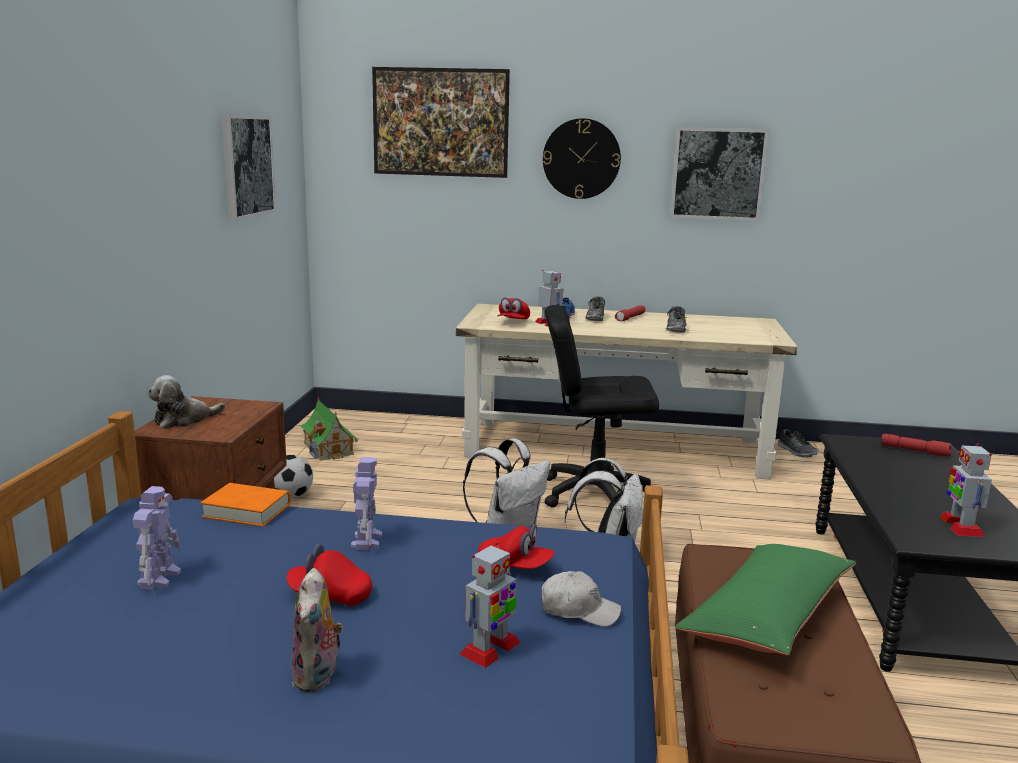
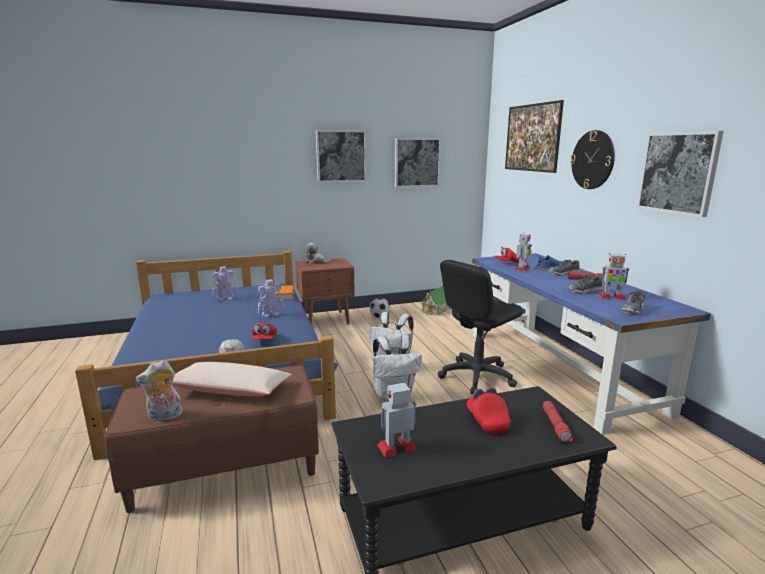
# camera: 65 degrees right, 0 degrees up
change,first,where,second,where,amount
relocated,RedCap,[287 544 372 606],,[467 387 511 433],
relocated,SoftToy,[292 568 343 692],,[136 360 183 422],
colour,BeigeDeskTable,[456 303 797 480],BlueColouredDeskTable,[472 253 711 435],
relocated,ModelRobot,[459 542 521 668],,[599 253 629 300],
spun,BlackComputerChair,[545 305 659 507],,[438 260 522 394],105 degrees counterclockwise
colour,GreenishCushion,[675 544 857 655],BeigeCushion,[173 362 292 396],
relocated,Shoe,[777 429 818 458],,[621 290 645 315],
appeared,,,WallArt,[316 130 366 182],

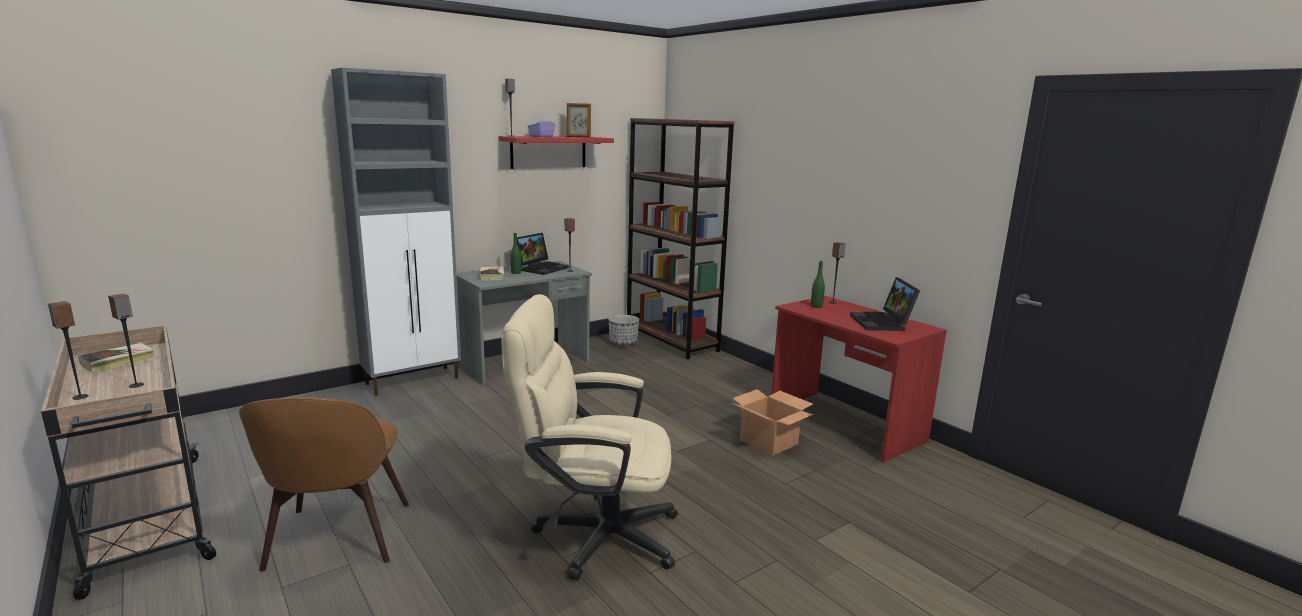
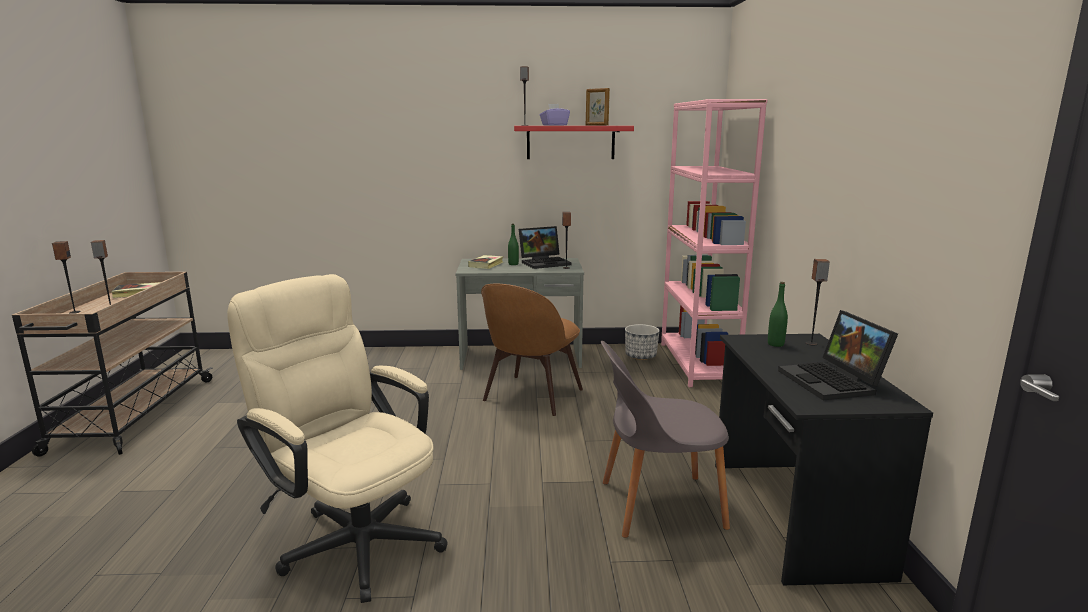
# camera: 35 degrees right, 0 degrees up
change,first,where,second,where,amount
relocated,BrownColouredUprightChair,[239 397 409 572],,[481 284 583 416],
missing,GreyishCupboard,[331 68 461 396],,,
colour,BrownColouredShelvingUnit,[627 118 735 360],PinkColouredShelvingUnit,[661 99 767 387],
exchanged,Carton,[732 389 813 456],GreyishUprightChair,[601 341 730 538],
colour,RedDeskTable,[771 296 947 463],BlackDeskTable,[715 334 933 585],
spun,NotebookComputer,[850 277 920 331],,[778 310 898 400],45 degrees counterclockwise

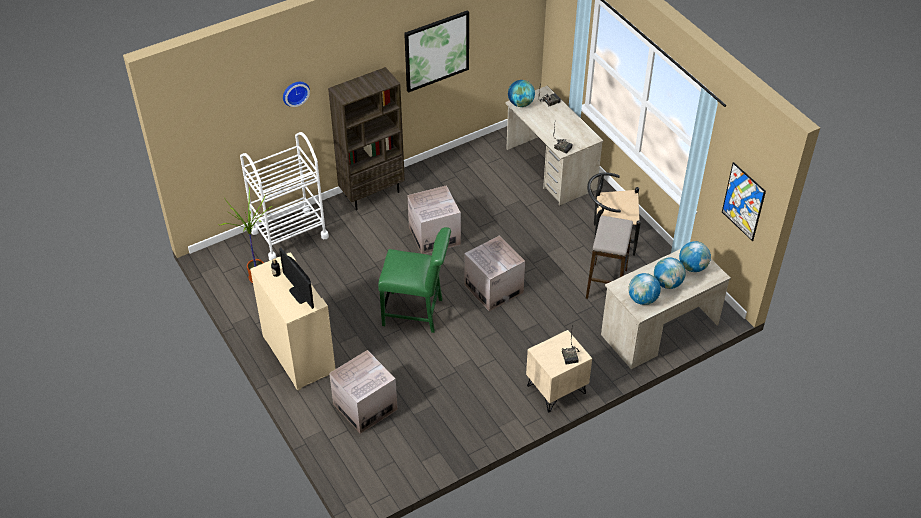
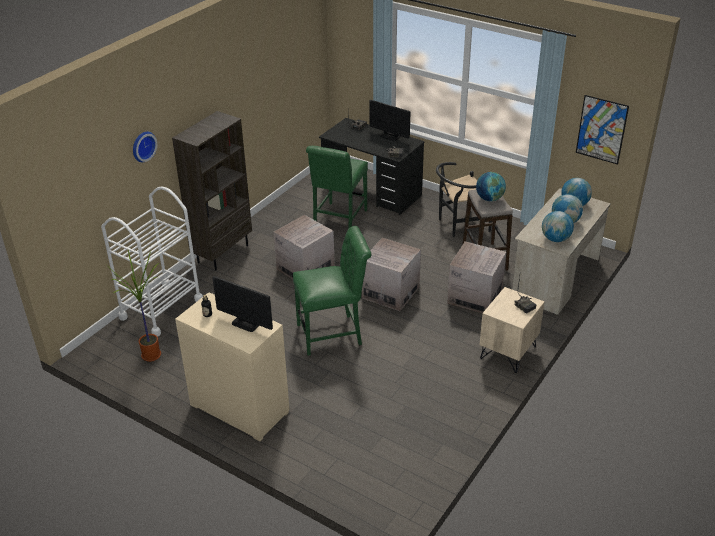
# camera: 25 degrees left, 10 degrees down
change,first,where,second,where,amount
relocated,Carton,[329 350 398 434],,[447 242 506 313],
missing,WallArt,[404 10 469 93],,,
colour,BeigeDeskTable,[505 86 604 206],BlackDeskTable,[319 118 425 215],
relocated,WorldGlobe,[508 80 535 107],,[476 172 506 201],
appeared,,,GreenishUprightChair,[306 146 368 229],
appeared,,,Monitor,[369 100 410 141],

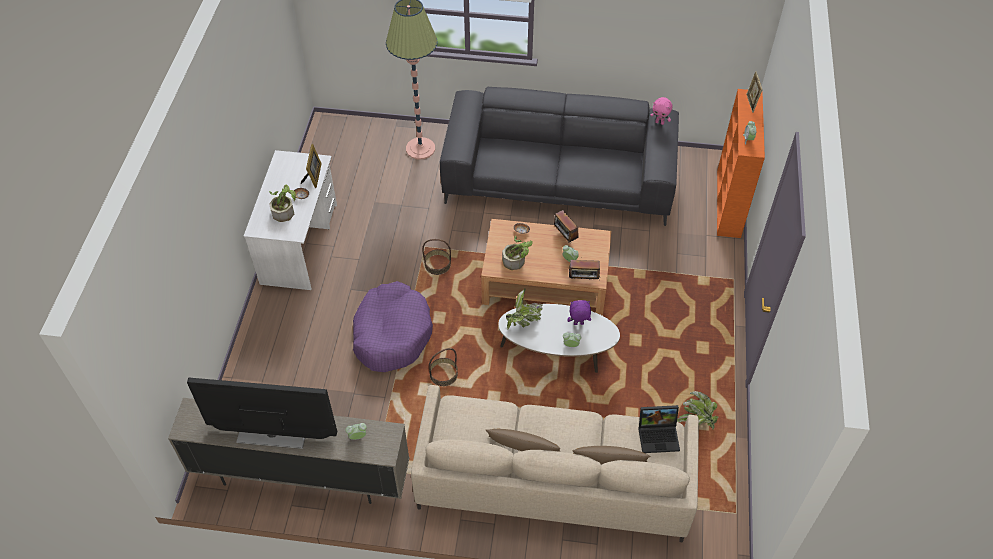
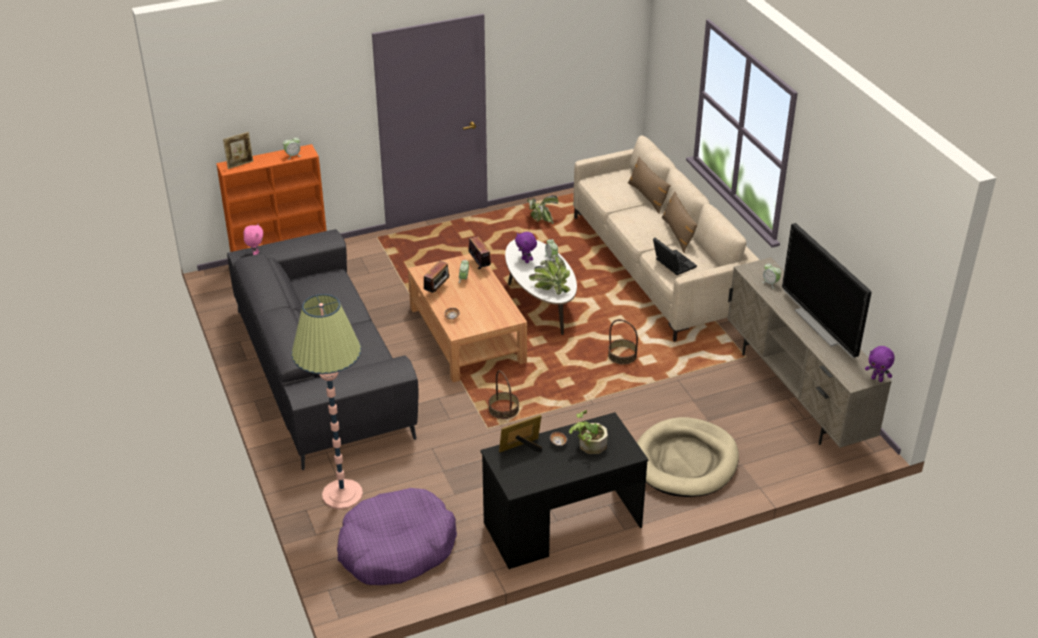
# camera: 120 degrees left, 15 degrees down
change,first,where,second,where,amount
colour,WhiteColouredDeskTable,[243 150 337 290],BlackDeskTable,[480 412 648 569],
relocated,PurplishDogBed,[353 281 433 372],,[337 488 457 585],
missing,PottedPlant,[502 236 533 270],,,
relocated,NotebookComputer,[638 405 680 453],,[653 238 697 275],
appeared,,,BeigeDogBed,[637 417 739 497],
appeared,,,PurplishSoftToy,[865 346 895 382],

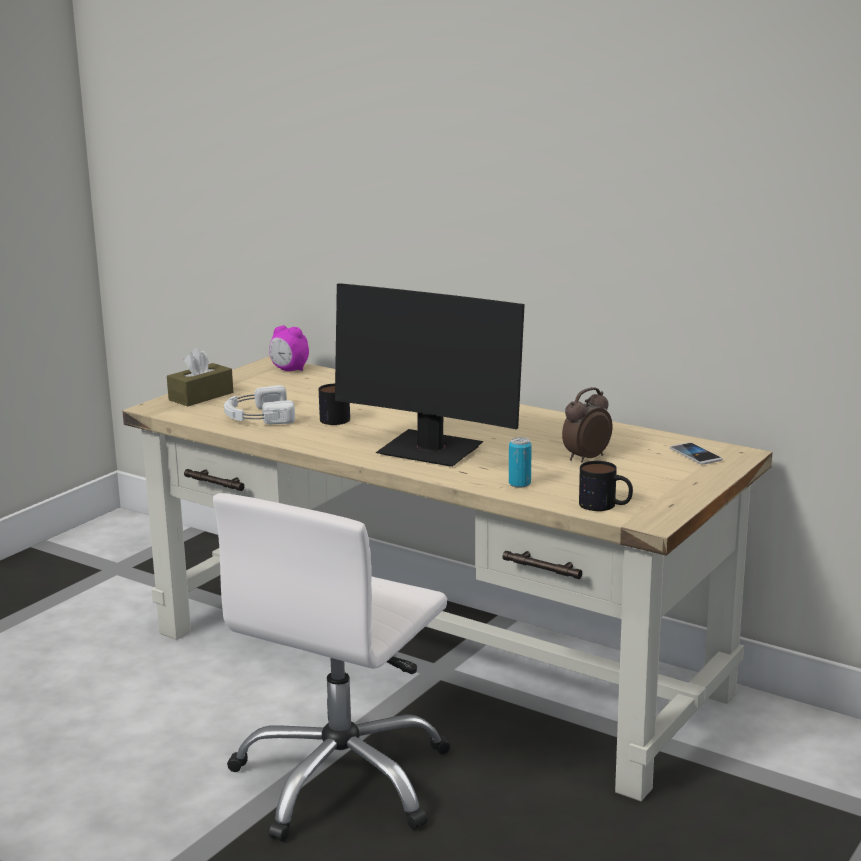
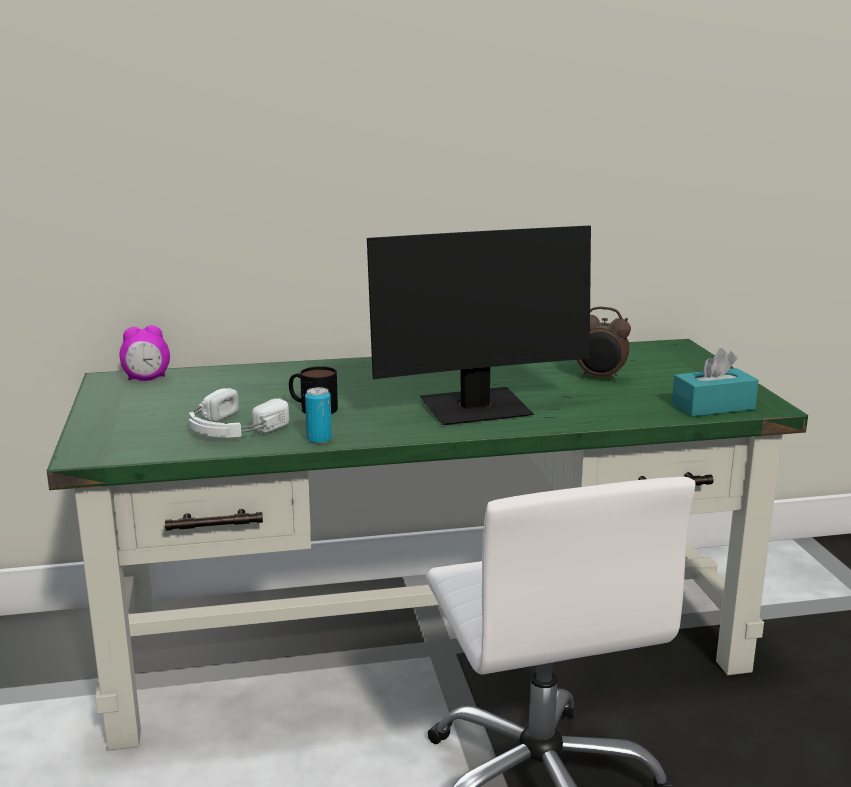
# camera: 45 degrees left, 0 degrees up
change,first,where,second,where,amount
colour,BeigeDeskTable,[122 356 773 801],GreenishDeskTable,[47 339 808 751],
missing,BrownColouredTissueBox,[167 347 233 406],,,
relocated,Can,[509 437 532 488],,[305 387 332 444],
spun,AlarmClock,[562 387 612 462],,[577 307 631 382],75 degrees counterclockwise
exchanged,Mug,[579 461 633 511],TurquoiseTissueBox,[672 348 759 417],
missing,Telephone,[670 442 723 464],,,

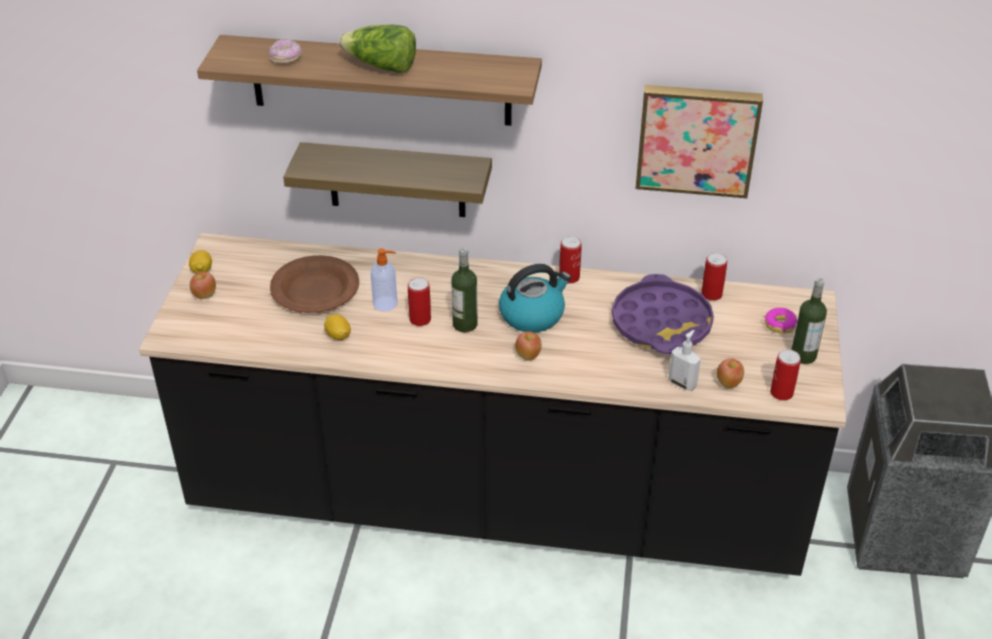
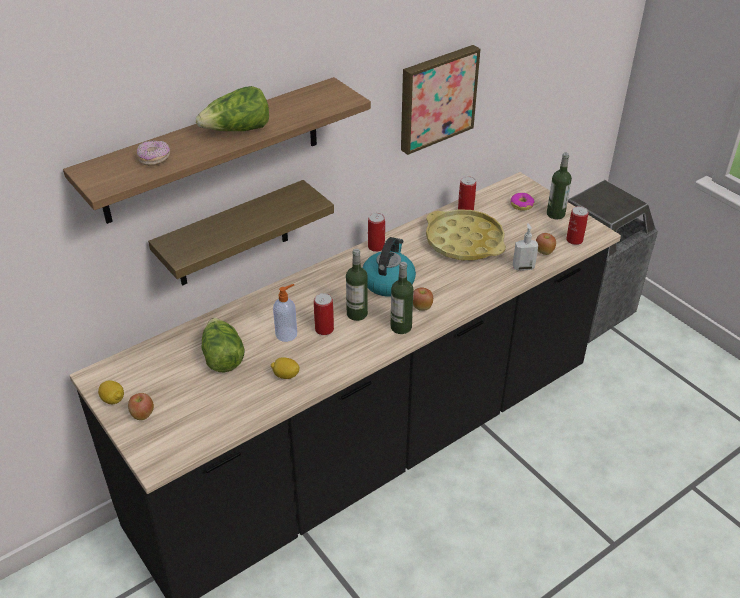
# camera: 45 degrees left, 0 degrees up
change,first,where,second,where,amount
exchanged,BrownColouredPlate,[270 255 359 313],HeadOfLettuce,[201 318 245 372],
colour,PurplishTray,[612 274 714 354],YellowTray,[426 209 506 261],
appeared,,,Bottle,[391 262 414 334],

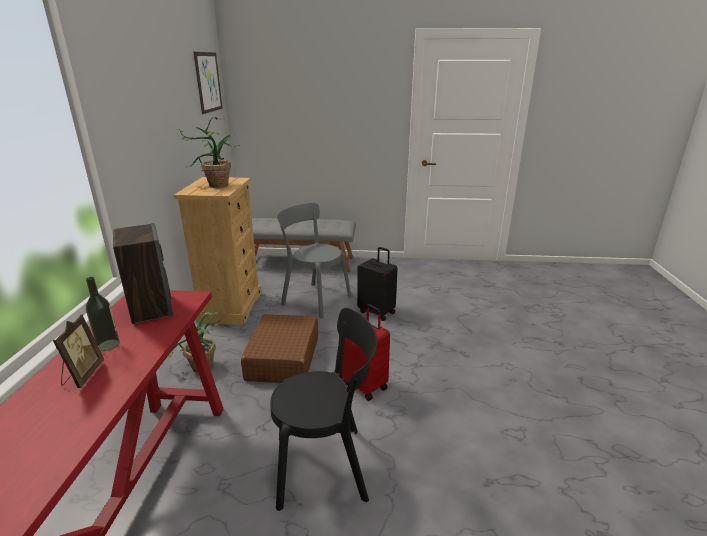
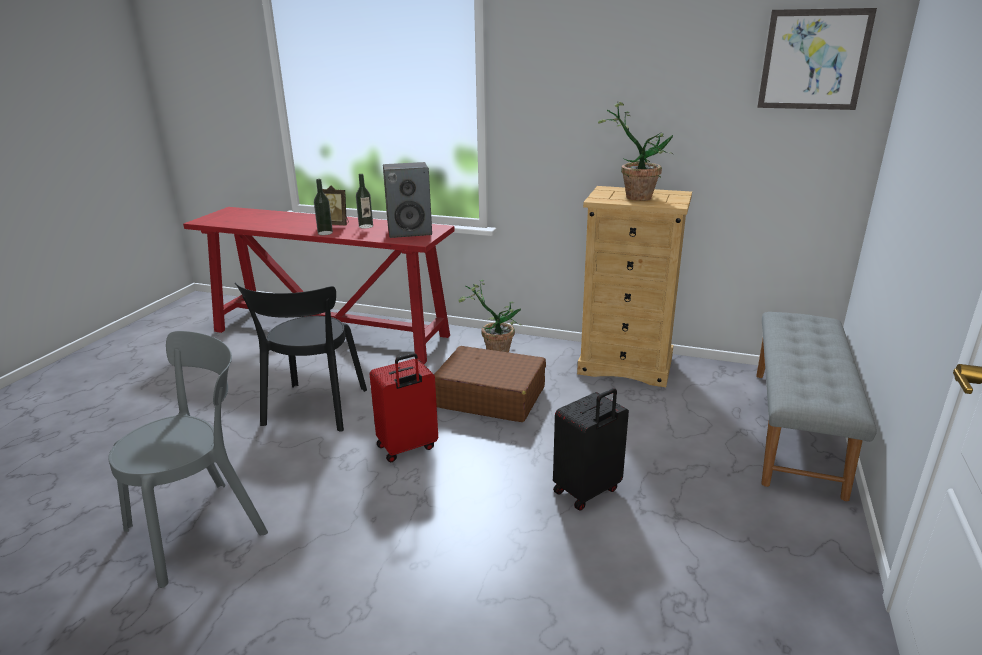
# camera: 105 degrees right, 0 degrees up
change,first,where,second,where,amount
relocated,GreyishUprightChair,[276 202 351 319],,[108 331 268 588],
appeared,,,Bottle,[314 179 333 235],

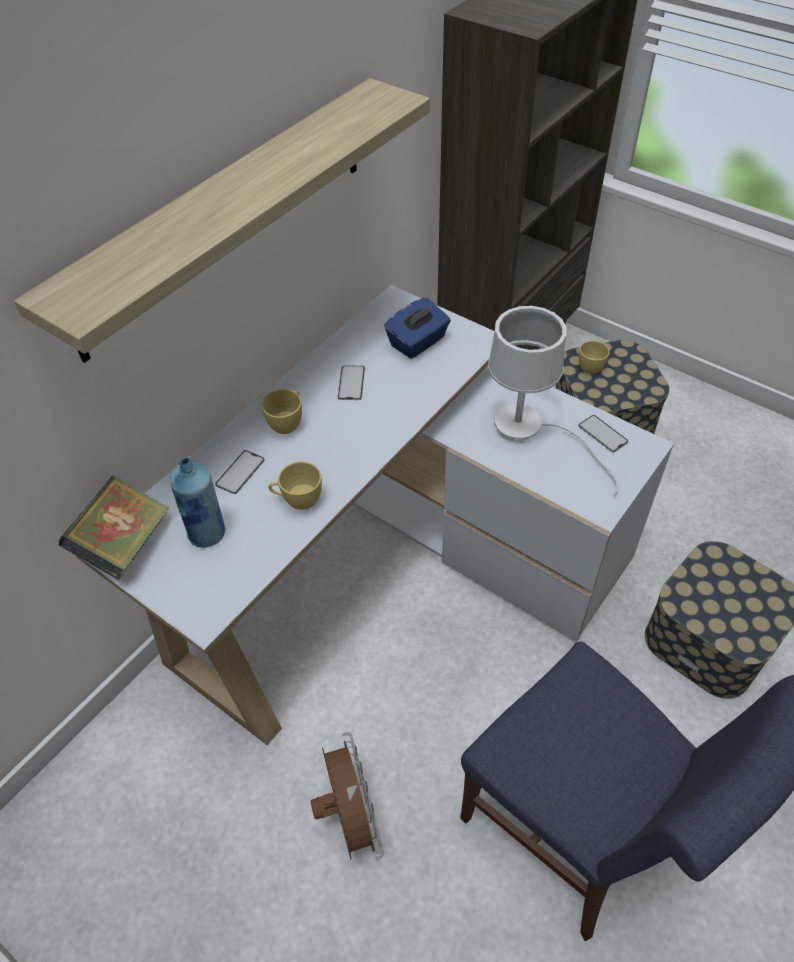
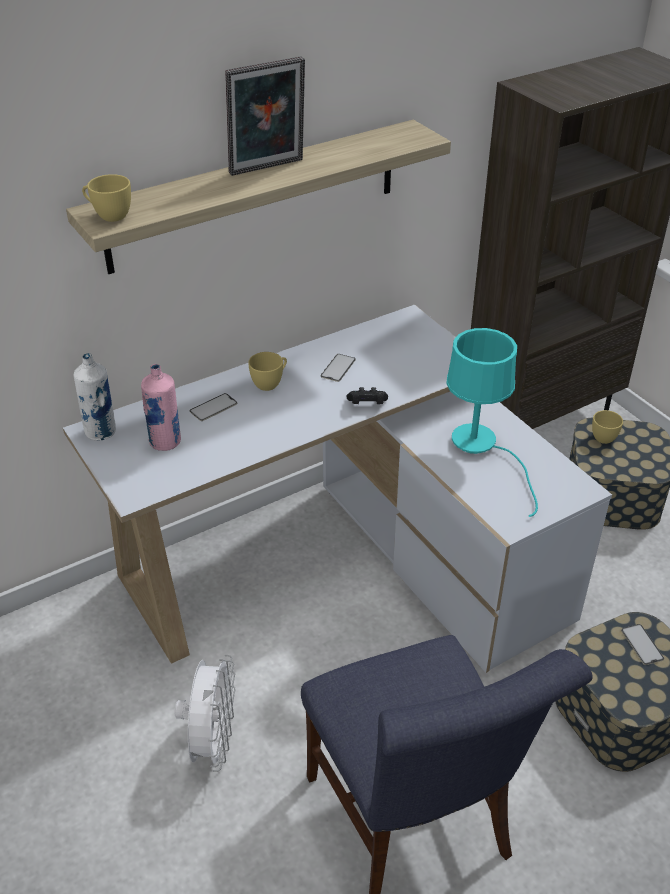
# camera: 20 degrees right, 10 degrees down
change,first,where,second,where,amount
exchanged,Volume,[58 476 169 580],WhiteColouredBottle,[74 353 116 440],
colour,BlueColouredBottle,[170 457 225 548],PinkColouredBottle,[141 364 181 451],
relocated,YellowCup,[268 462 322 510],,[82 174 131 222],
colour,BrownColouredCoolingFan,[311 732 384 860],WhiteColouredCoolingFan,[175 655 236 772],
missing,BlueColouredTissueBox,[384 297 451 359],,,
colour,WhiteColouredTabletopLamp,[488 306 619 495],TurquoiseTabletopLamp,[446 328 538 517],
relocated,Telephone,[579 415 628 452],,[621 624 664 665],
appeared,,,StandingFrame,[225 56 305 176],
appeared,,,BlackJoypad,[347 387 388 404],

